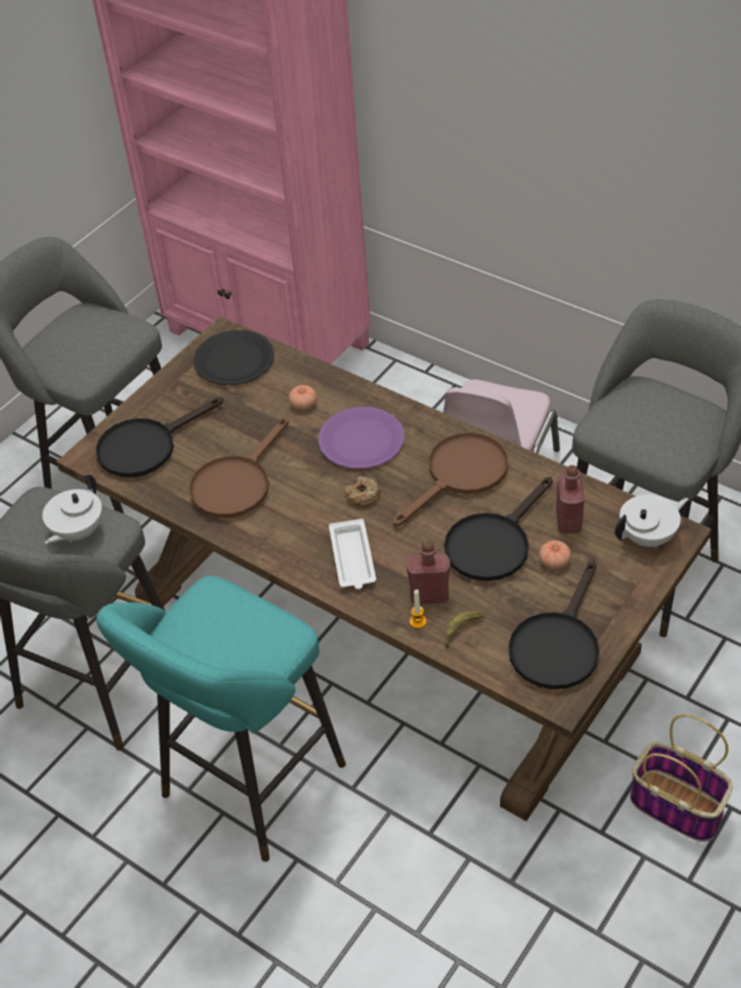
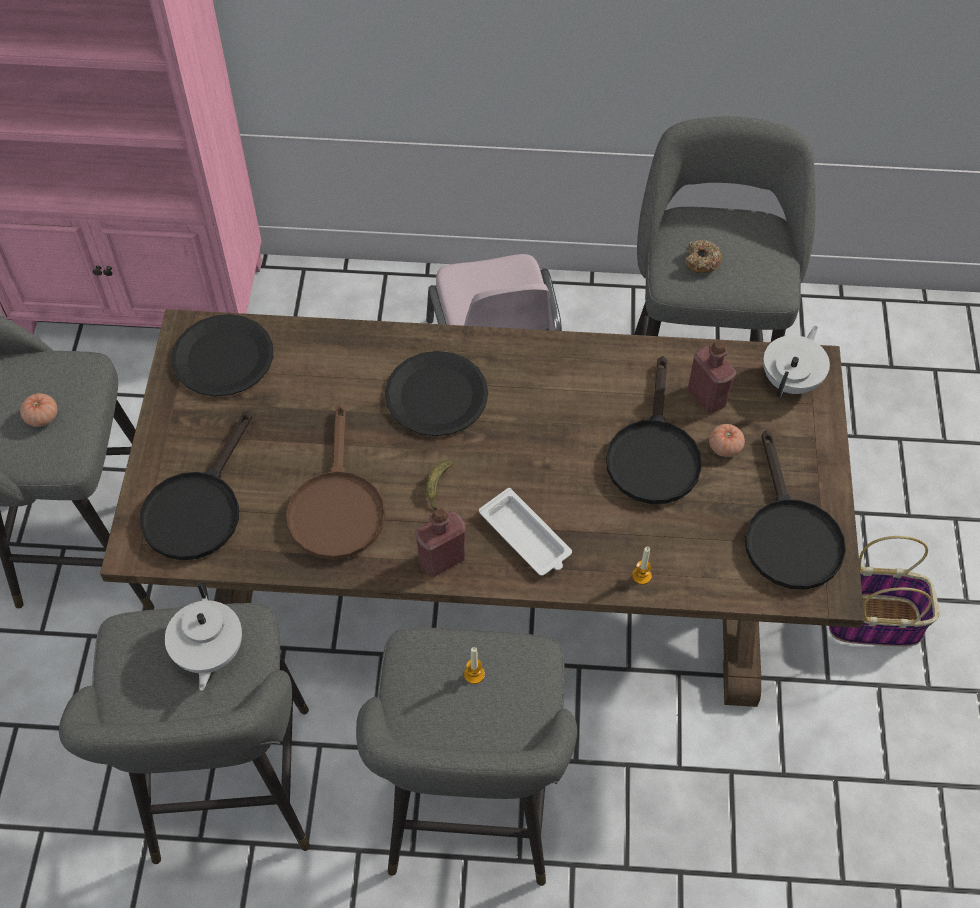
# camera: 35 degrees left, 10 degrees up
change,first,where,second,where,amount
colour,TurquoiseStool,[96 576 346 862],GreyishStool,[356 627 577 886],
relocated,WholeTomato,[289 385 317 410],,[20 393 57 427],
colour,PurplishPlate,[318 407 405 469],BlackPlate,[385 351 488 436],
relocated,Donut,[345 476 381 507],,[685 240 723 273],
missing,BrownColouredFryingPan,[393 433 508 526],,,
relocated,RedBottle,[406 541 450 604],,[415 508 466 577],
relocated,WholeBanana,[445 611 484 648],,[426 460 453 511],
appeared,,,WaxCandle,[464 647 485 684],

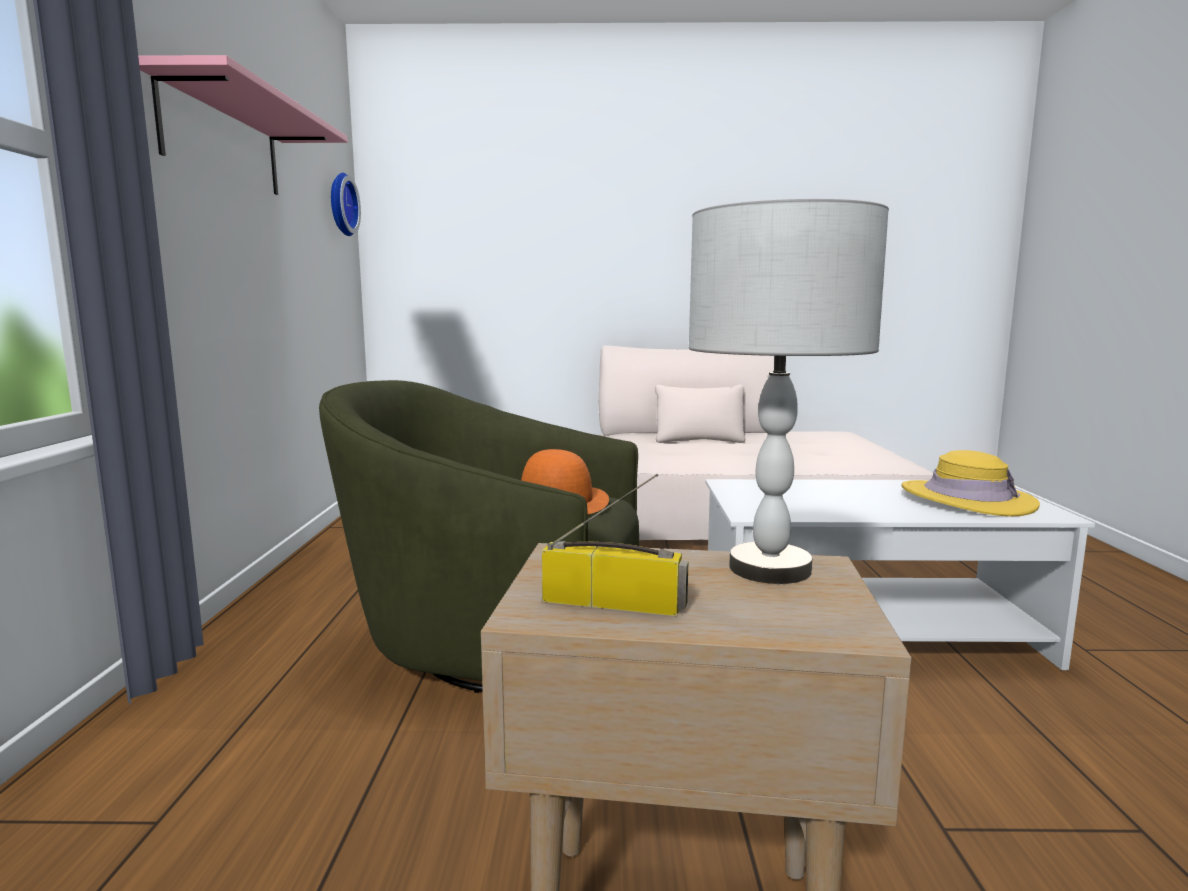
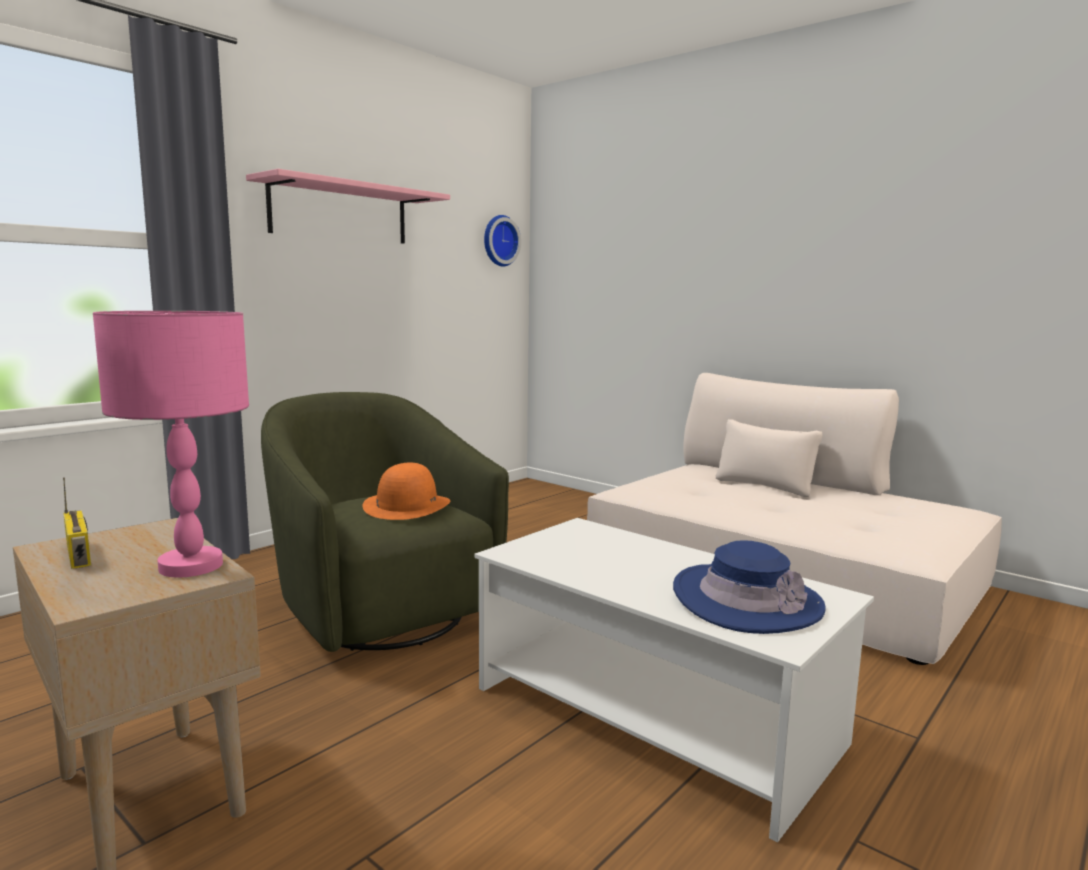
# camera: 40 degrees right, 0 degrees up
change,first,where,second,where,amount
colour,GreyishTabletopLamp,[689 199 889 584],PinkColouredTabletopLamp,[93 311 249 577],
colour,YellowWearableHat,[902 450 1040 516],BlueColouredWearableHat,[673 540 825 634],

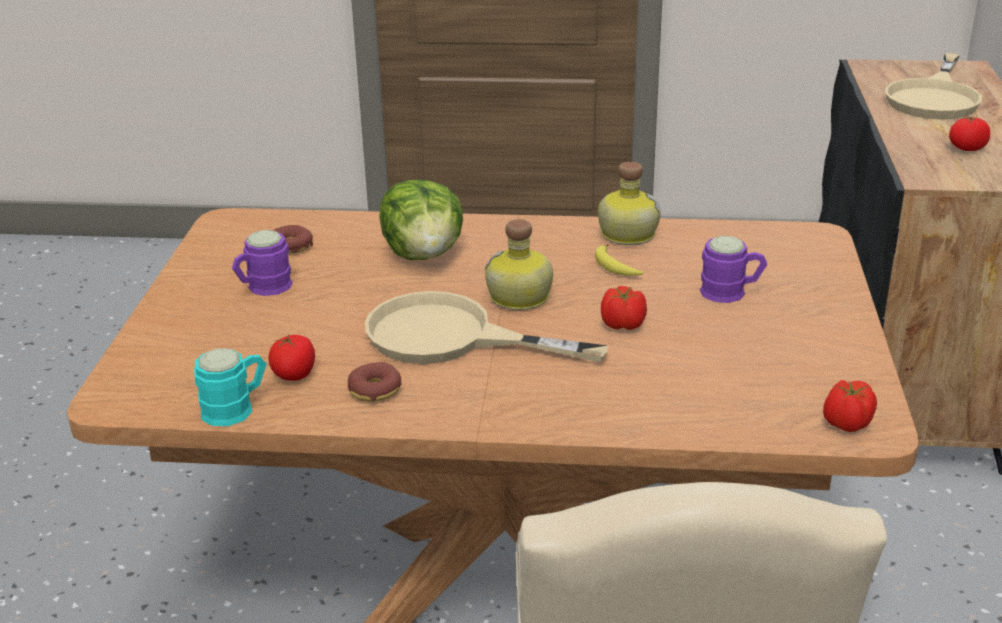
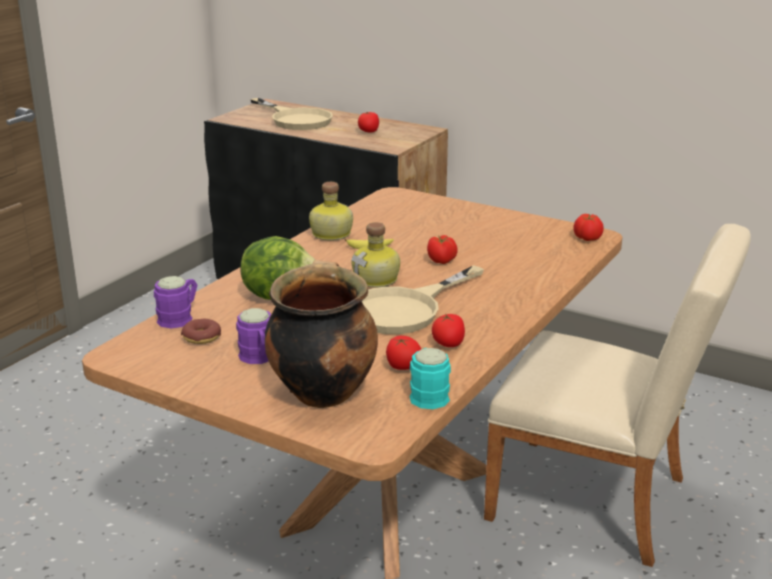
# camera: 65 degrees left, 5 degrees down
change,first,where,second,where,amount
exchanged,Donut,[348 362 401 402],WholeTomato,[432 313 465 347],
relocated,PurplishMug,[700 236 767 303],,[154 276 197 328],
appeared,,,Stockpot,[265 260 378 408],

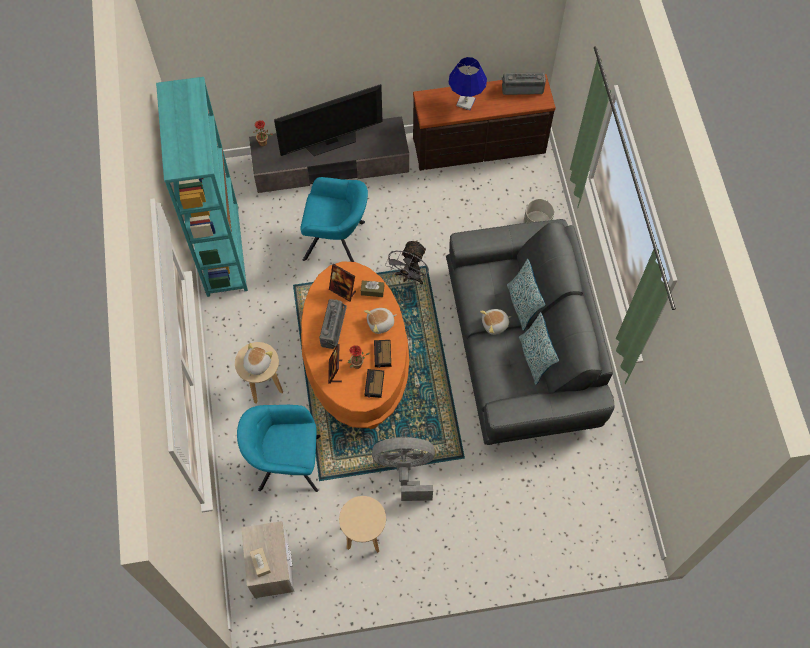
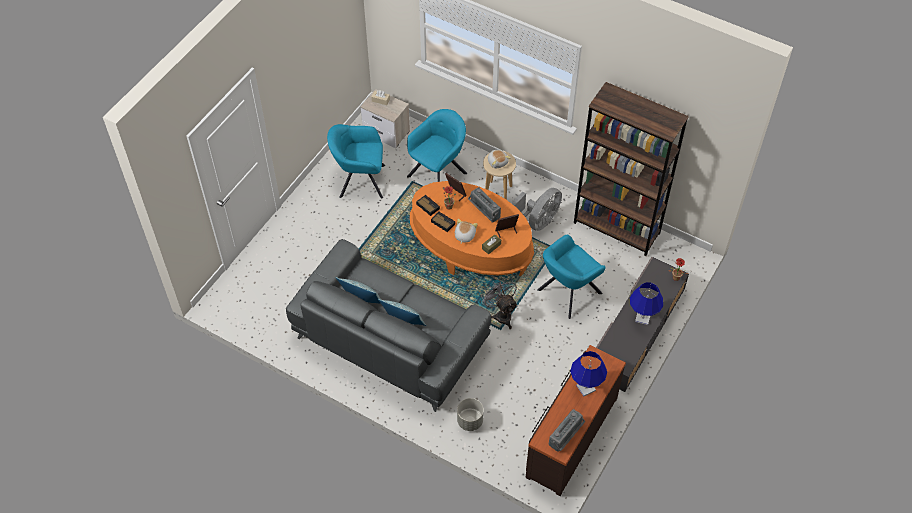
# camera: 130 degrees right, 10 degrees down
change,first,where,second,where,amount
colour,TurquoiseShelvingUnit,[156 77 248 297],BrownColouredShelvingUnit,[574 82 689 256],
exchanged,Tv,[274 84 383 156],BlueColouredTabletopLamp,[630 282 663 325],
exchanged,BeigeStool,[339 496 386 553],TurquoiseEasyChair,[327 124 385 198],
relocated,GreyishCoolingFan,[372 437 435 501],,[511 188 562 231],
missing,SoftToy,[480 309 511 335],,,

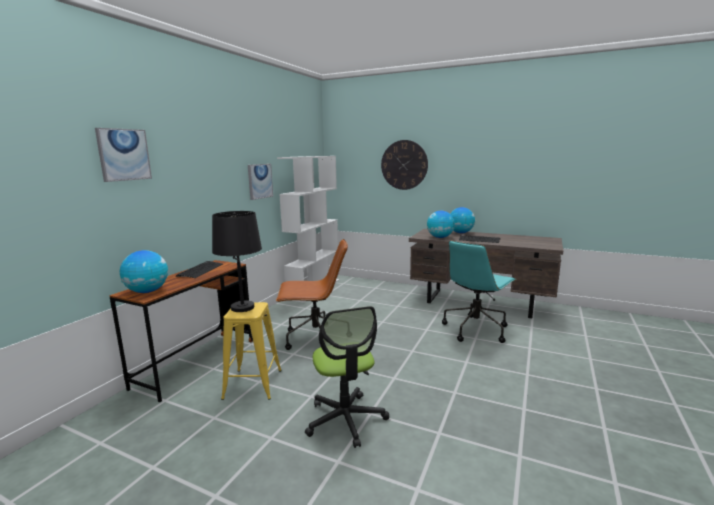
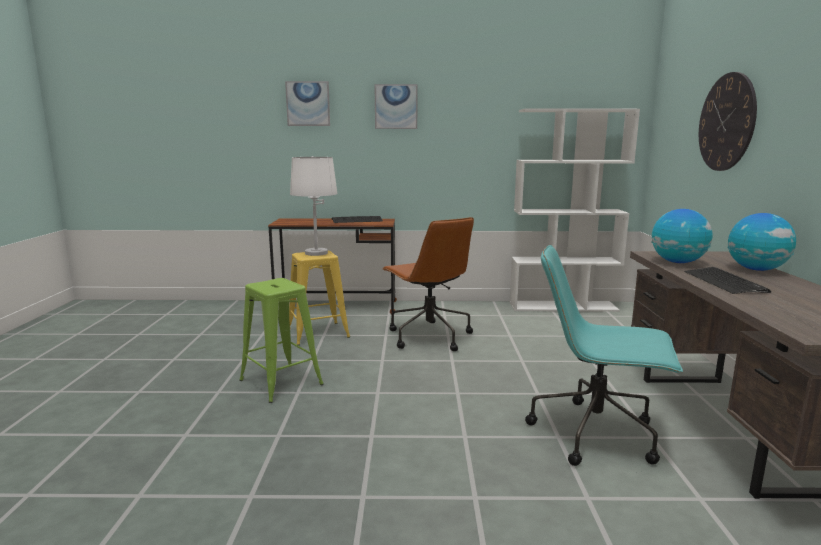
# camera: 65 degrees right, 0 degrees up
change,first,where,second,where,amount
missing,WorldGlobe,[120 250 168 293],,,
colour,BlackTabletopLamp,[212 211 262 312],WhiteColouredTabletopLamp,[290 156 338 256],
relocated,WallArt,[248 164 273 200],,[374 84 418 129],
exchanged,ComputerChair,[305 306 389 448],GreenishStool,[239 278 324 403],

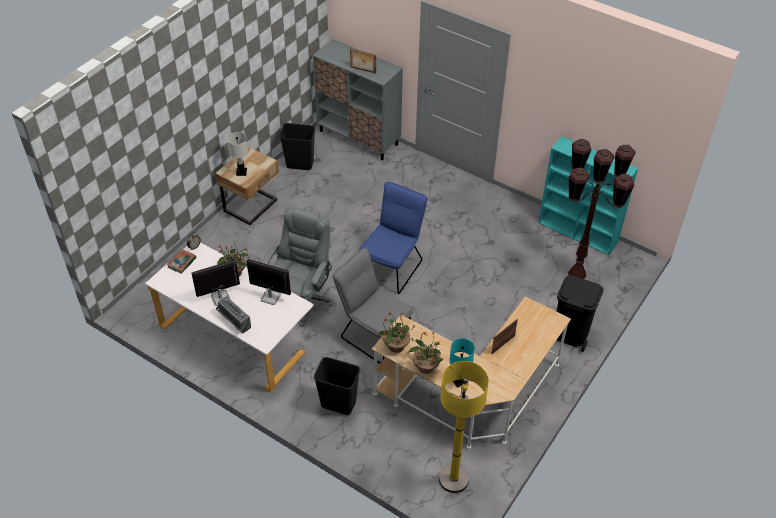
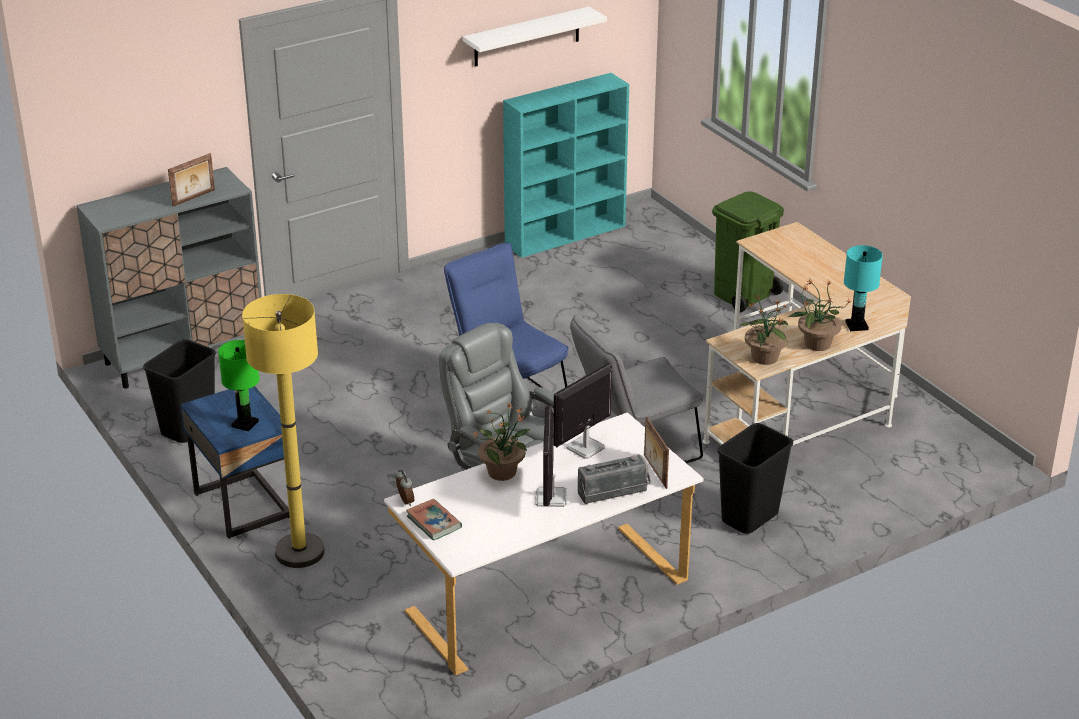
# camera: 65 degrees left, 15 degrees down
change,first,where,second,where,amount
colour,BeigeNightstand,[215 147 279 225],BlueColouredNightstand,[180 386 290 539],
colour,WhiteColouredTabletopLamp,[227 132 248 176],GreenishTabletopLamp,[218 340 260 432],
relocated,YellowStandardLamp,[439 361 489 493],,[242 294 325 568],
relocated,StandingFrame,[491 319 518 354],,[644 417 669 489],
colour,BlackWasteBin,[556 275 604 352],GreenishWasteBin,[712 191 784 312],
missing,BrownColouredStandardLamp,[568 139 636 279],,,
appeared,,,WhiteColouredShelf,[463 7 607 67],

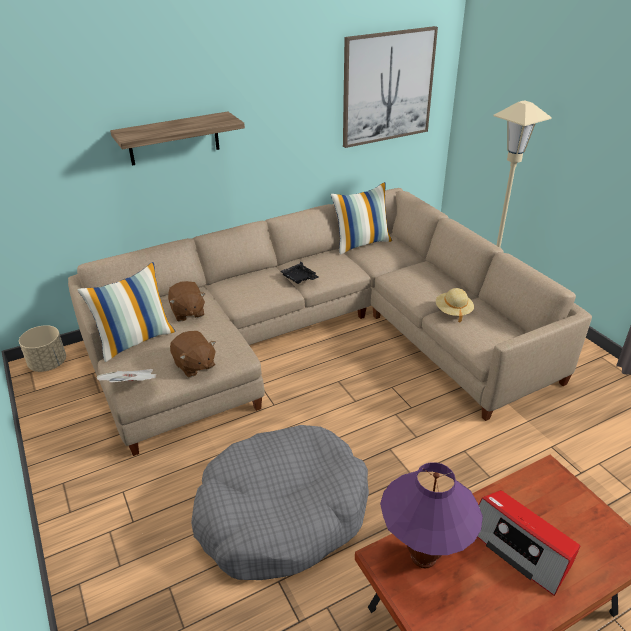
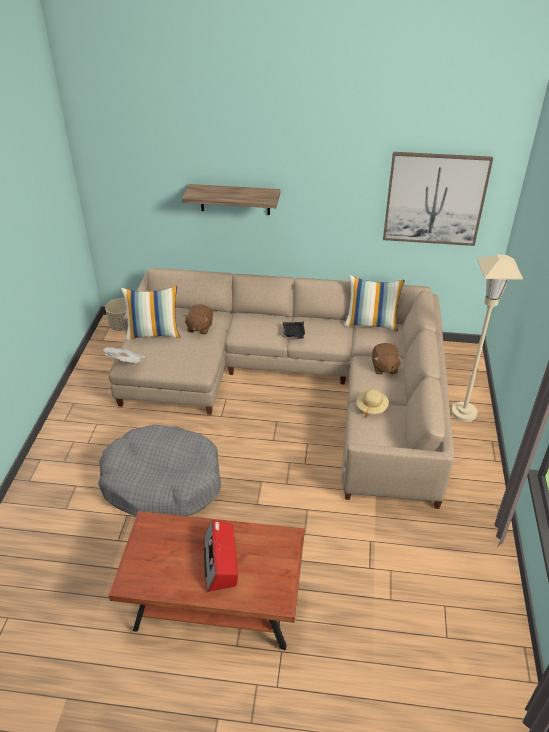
# camera: 35 degrees right, 5 degrees up
change,first,where,second,where,amount
relocated,BrownColouredSoftToy,[170 331 216 378],,[372 343 403 374],
missing,PurplishTabletopLamp,[380 462 483 568],,,

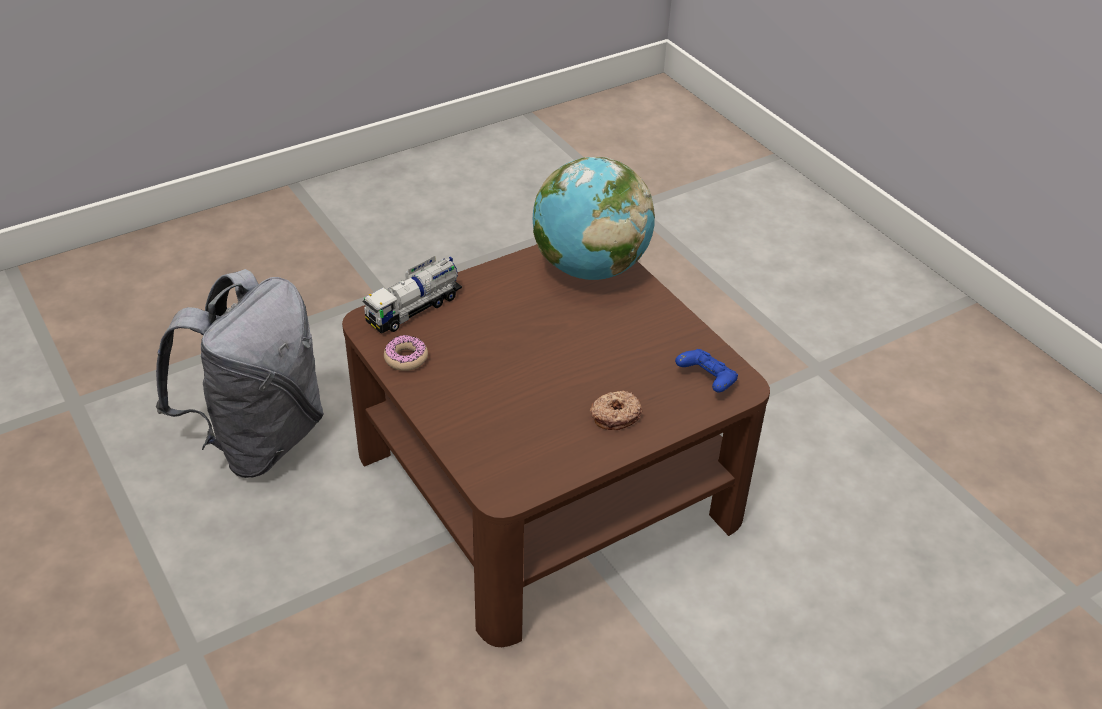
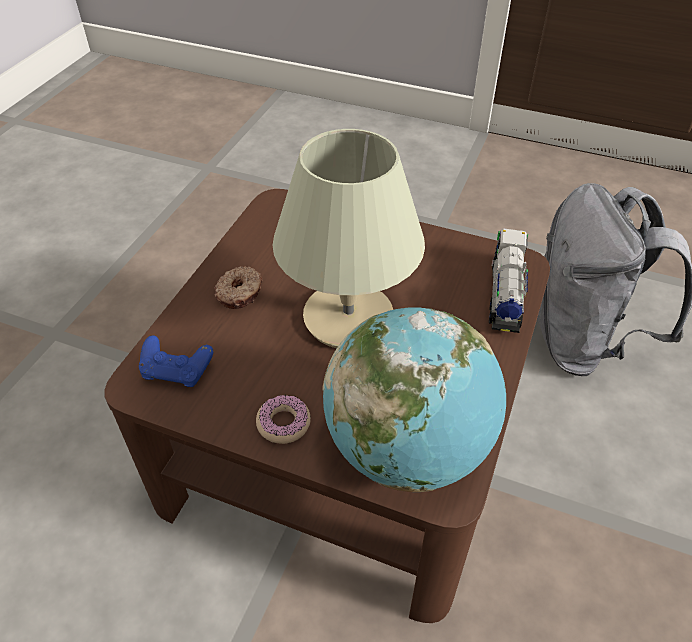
# camera: 145 degrees right, 5 degrees up
change,first,where,second,where,amount
relocated,Donut,[384 335 428 371],,[256 395 311 444],
appeared,,,BeigeTabletopLamp,[273 129 425 348],

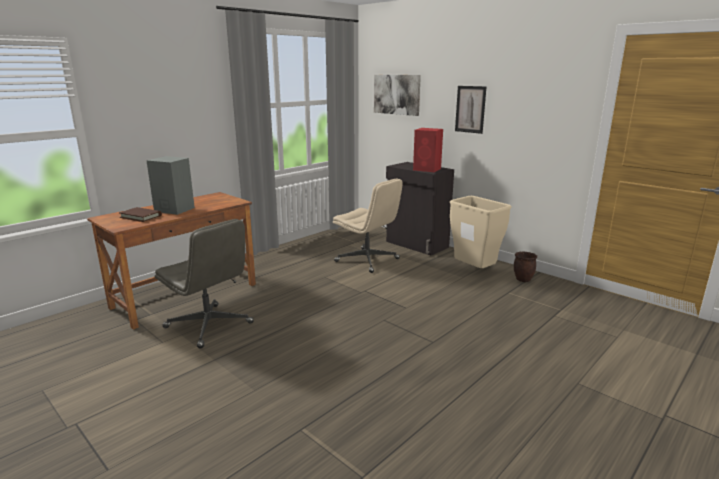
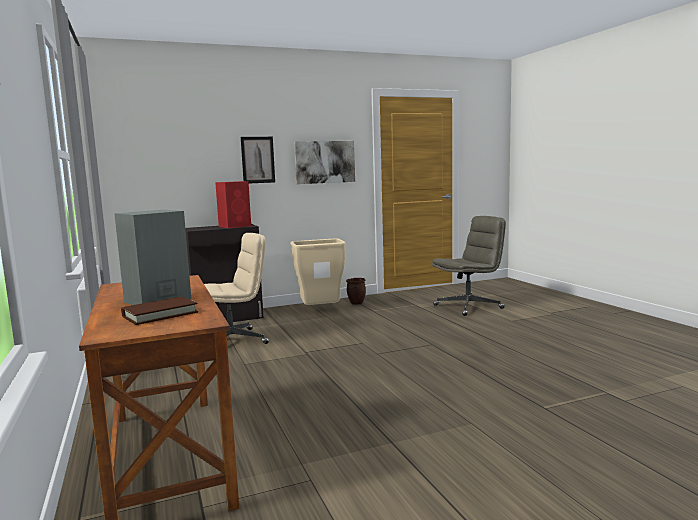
# camera: 65 degrees left, 10 degrees down
change,first,where,second,where,amount
relocated,GreyishComputerChair,[155 219 254 349],,[432 216 506 316],
relocated,WallArt,[374 75 421 116],,[294 141 355 184],

